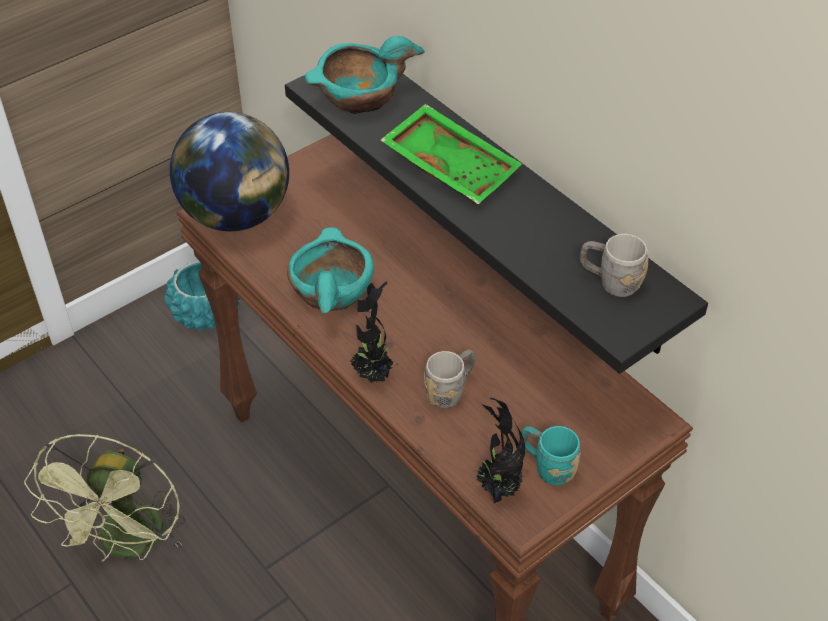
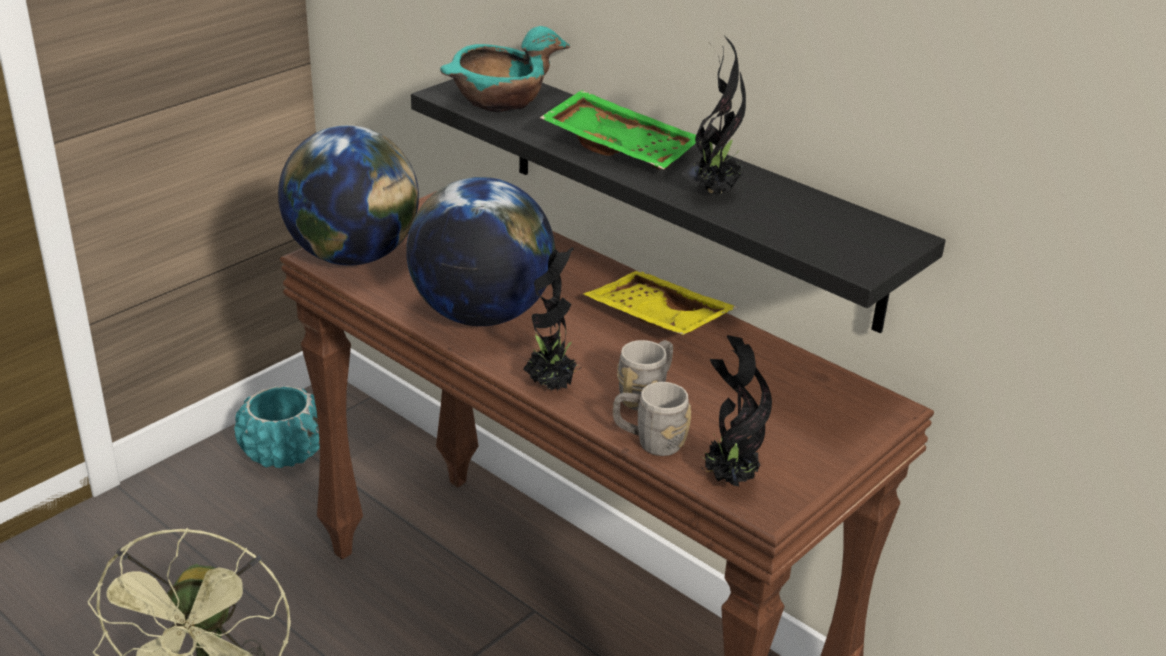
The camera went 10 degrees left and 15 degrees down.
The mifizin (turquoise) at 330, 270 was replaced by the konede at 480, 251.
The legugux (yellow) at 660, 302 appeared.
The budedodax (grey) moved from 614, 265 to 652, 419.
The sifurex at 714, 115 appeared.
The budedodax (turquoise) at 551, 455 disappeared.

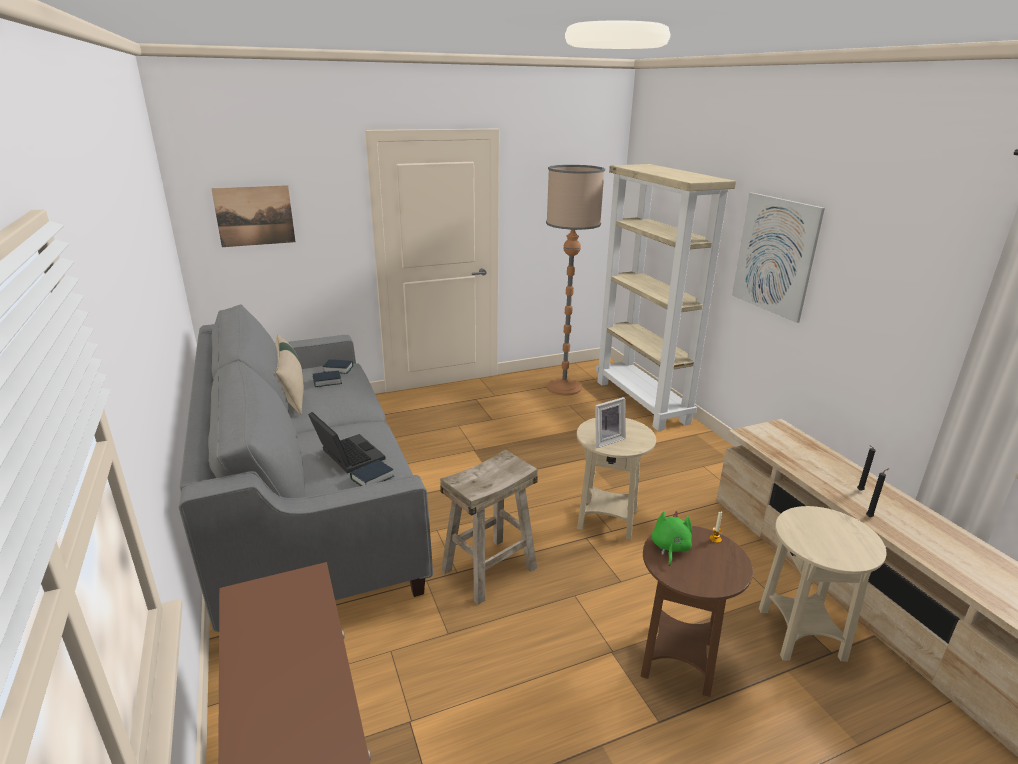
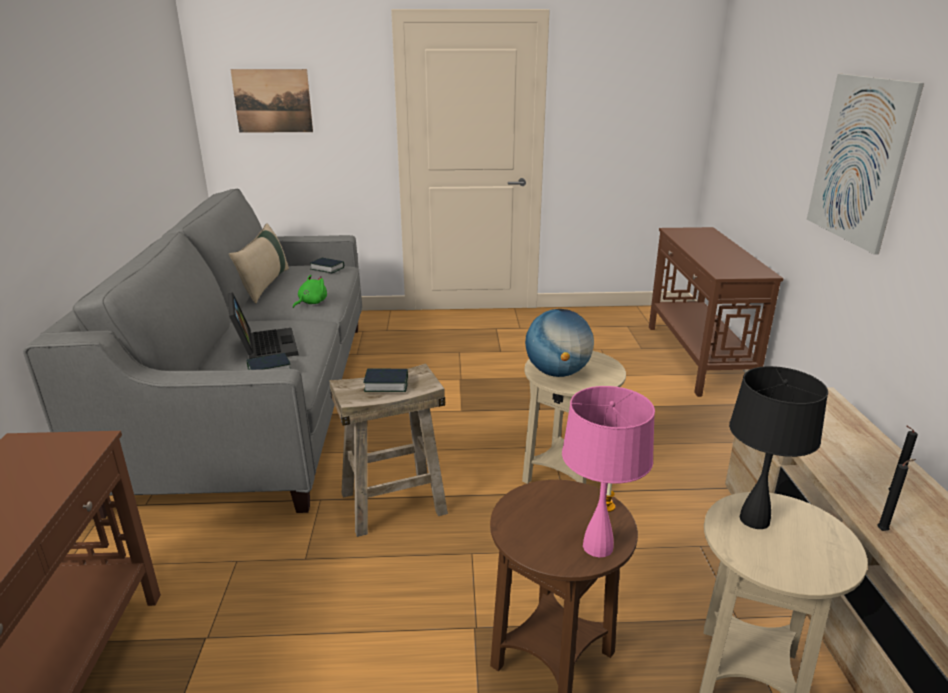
The camera went 20 degrees right and 0 degrees up.
The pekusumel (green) moved from 672, 538 to 310, 291.
The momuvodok moved from 327, 379 to 385, 380.
The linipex at 610, 422 was replaced by the konede at 559, 343.
The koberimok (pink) at 608, 472 appeared.
The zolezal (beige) at 666, 297 was replaced by the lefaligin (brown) at 716, 312.
The koberimok (black) at 778, 447 appeared.
The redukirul at 575, 280 disappeared.

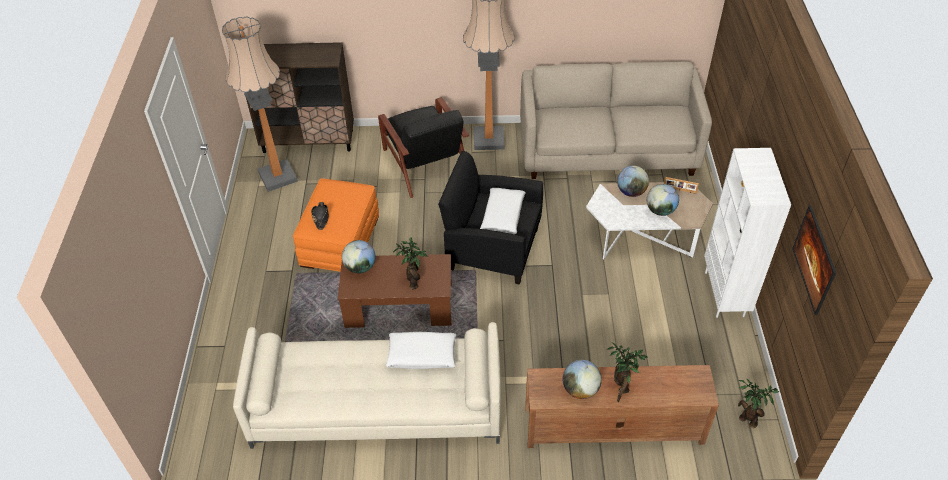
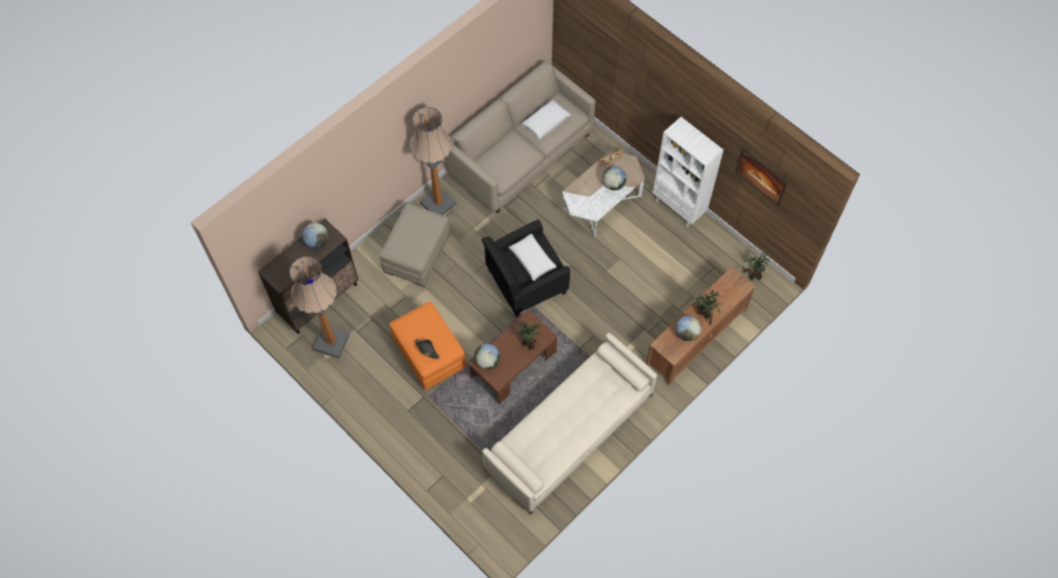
The camera went 45 degrees left and 15 degrees up.
The konede moved from 633, 181 to 315, 236.
The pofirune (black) at 423, 147 was replaced by the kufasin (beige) at 415, 245.
The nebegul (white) moved from 421, 350 to 546, 119.

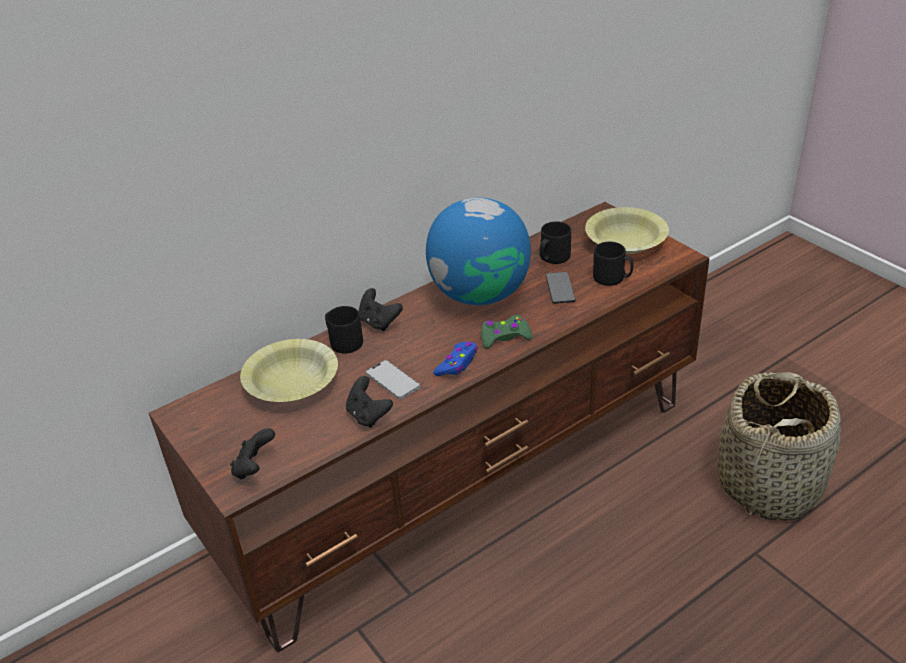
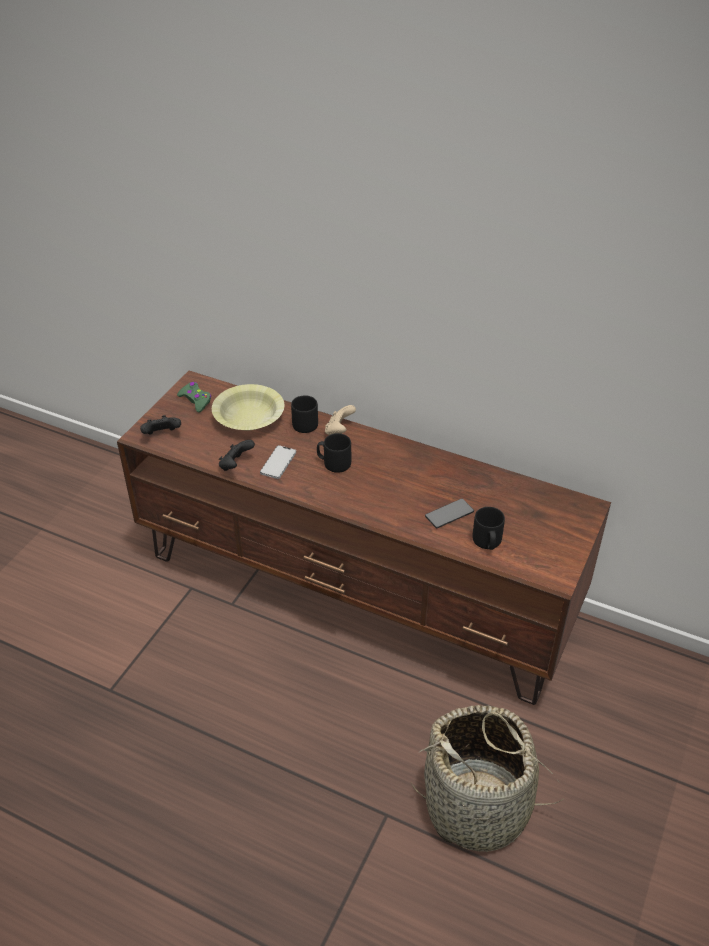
The camera went 60 degrees right and 5 degrees up.
The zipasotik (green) moved from 507, 331 to 194, 397.
The budedodax (black) moved from 555, 242 to 334, 453.
The zipasotik (black) at 380, 309 became the zipasotik (beige) at 340, 420.
The konede at 478, 251 disappeared.
The zipasotik (blue) at 455, 359 disappeared.
The mifizin (yellow) at 627, 230 disappeared.

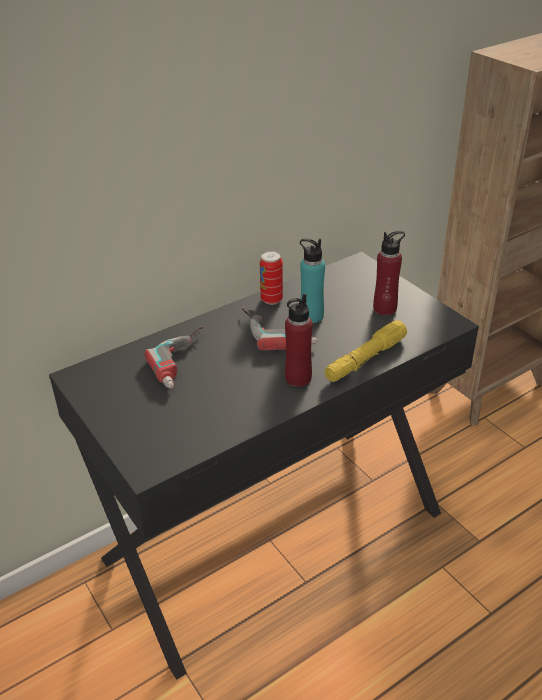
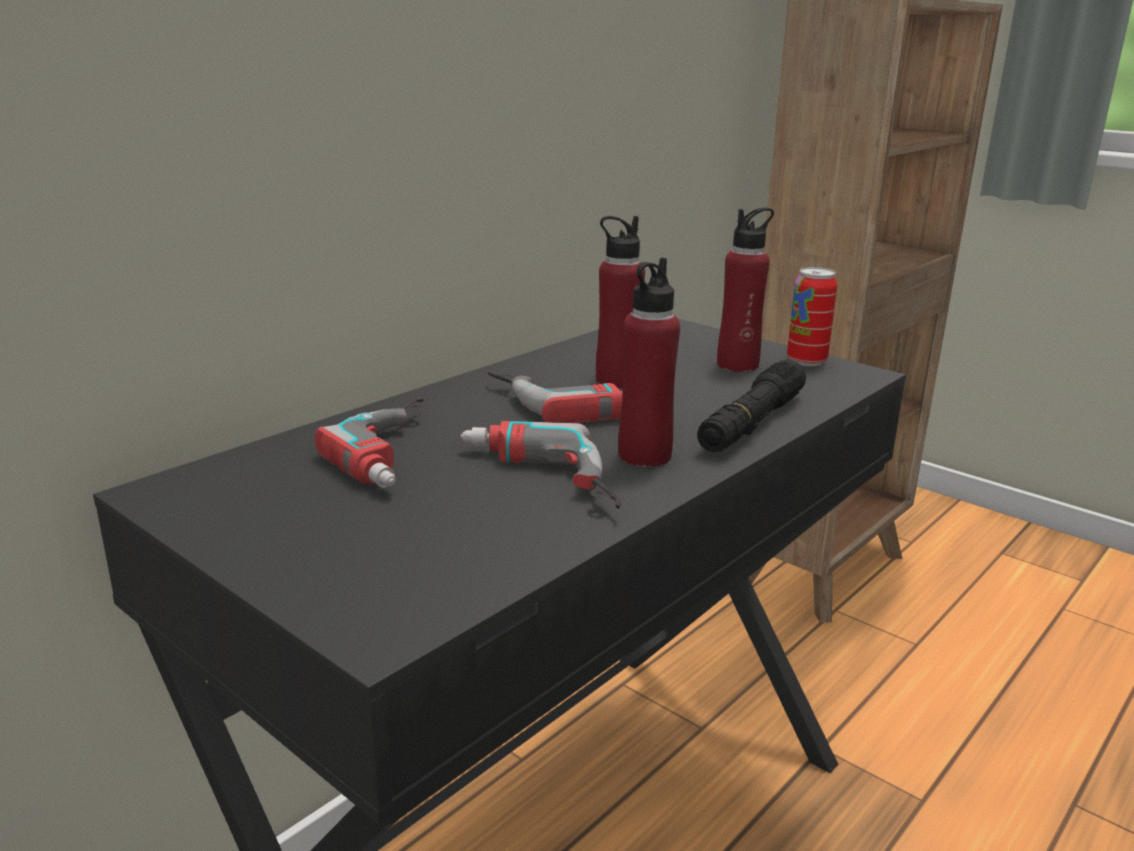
The camera went 15 degrees left and 15 degrees down.
The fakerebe at 540, 465 appeared.
The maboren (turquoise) at 312, 280 became the maboren (red) at 620, 302.
The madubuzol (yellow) at 366, 351 became the madubuzol (black) at 751, 405.
The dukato moved from 271, 278 to 812, 316.

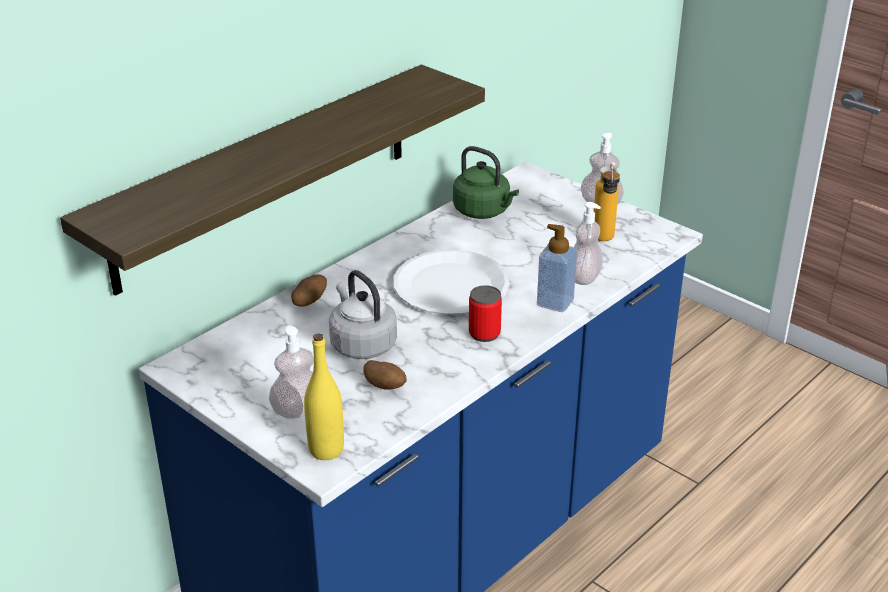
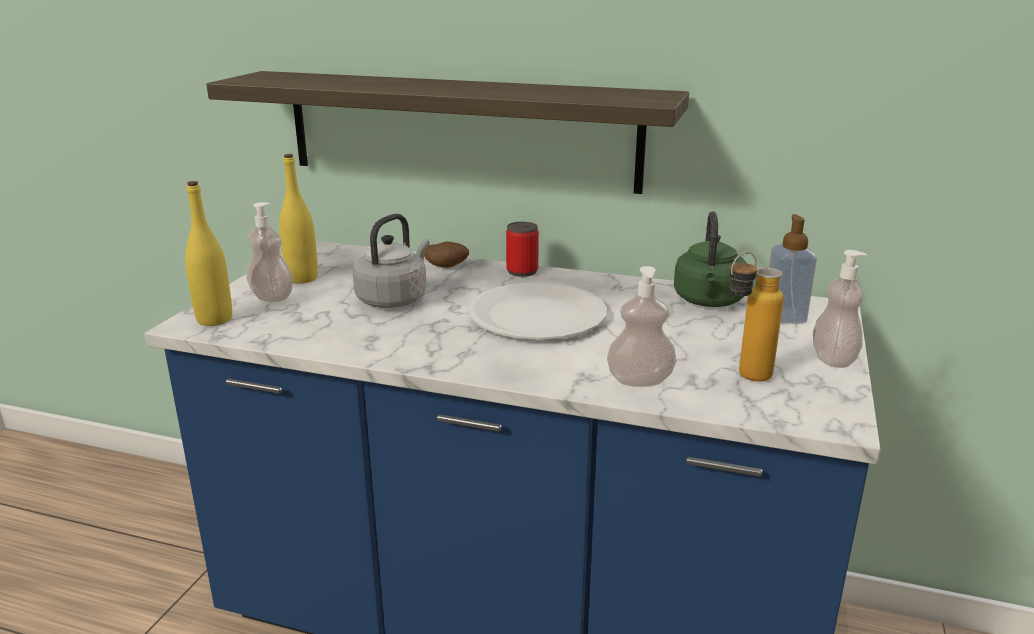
The camera went 65 degrees right and 10 degrees down.
The maboren (yellow) at 298, 219 appeared.
The dukato moved from 485, 313 to 522, 249.
The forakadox moved from 557, 268 to 793, 268.
The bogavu at 384, 375 disappeared.

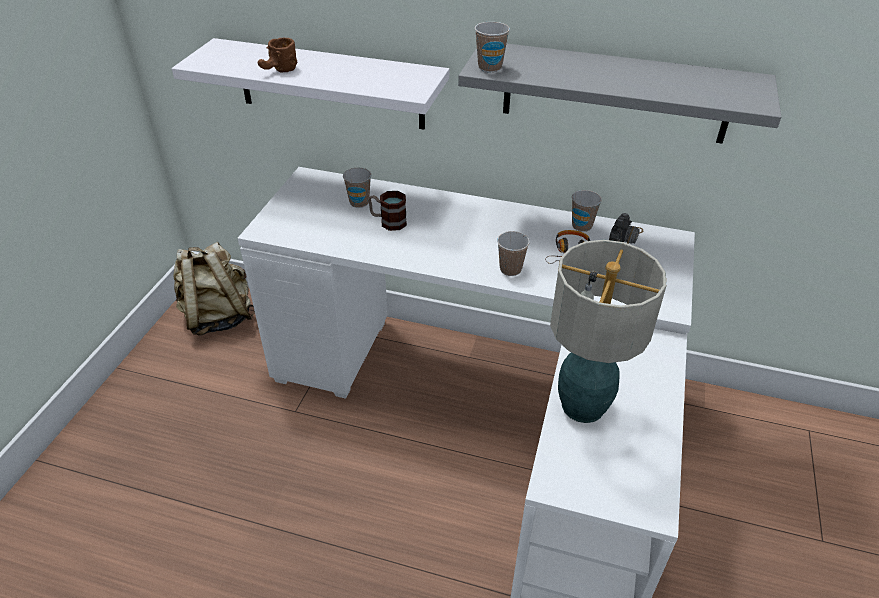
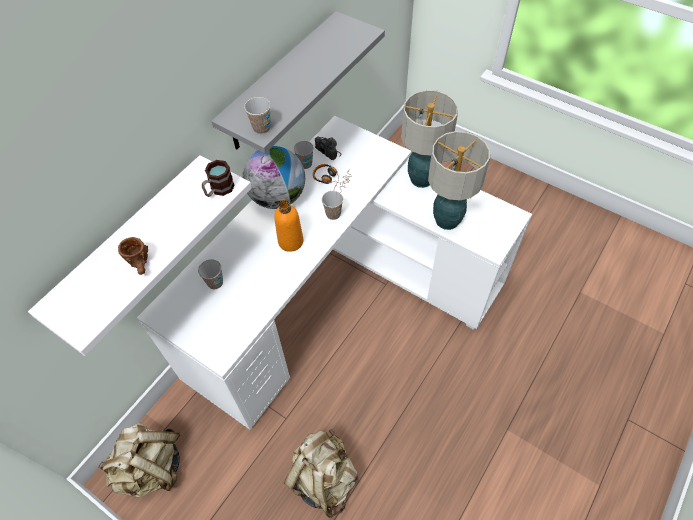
The camera went 70 degrees left and 15 degrees up.
The budedodax moved from 388, 211 to 218, 178.
The konede at 274, 177 appeared.
The maboren (orange) at 288, 226 appeared.
The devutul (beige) at 321, 473 appeared.
The koberimok at 429, 139 appeared.

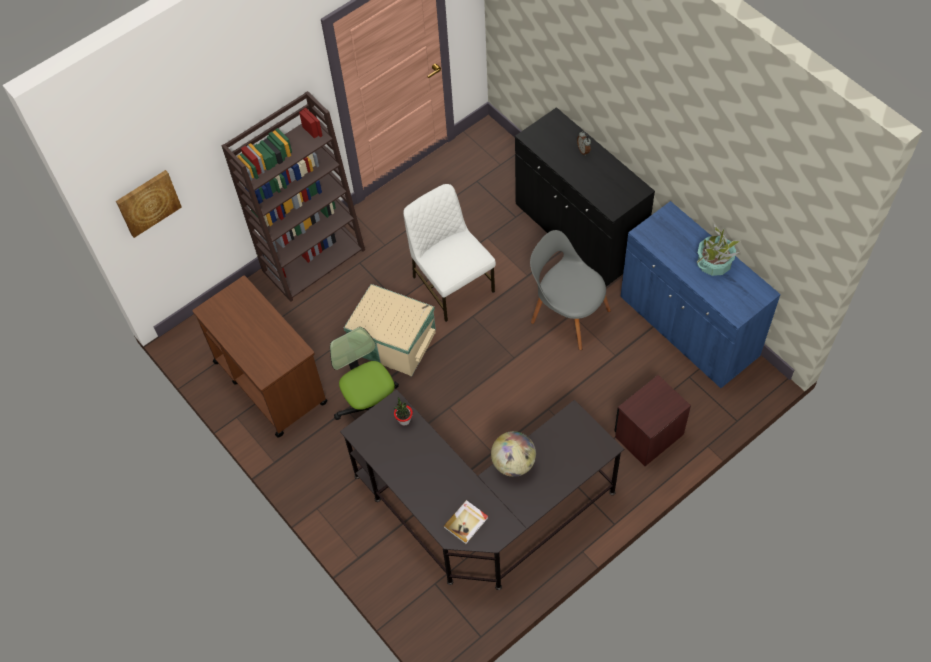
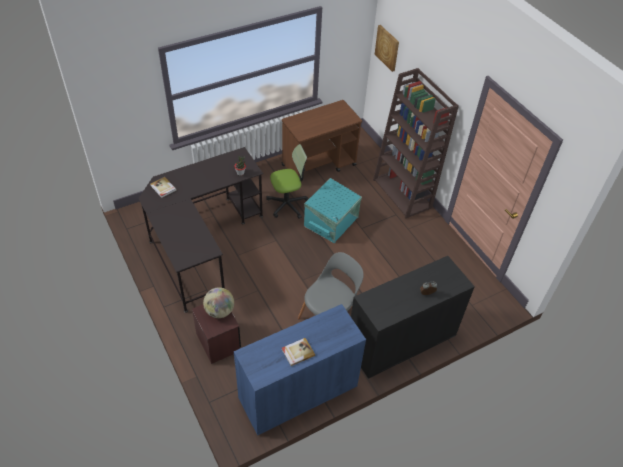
The camera went 95 degrees right and 10 degrees down.
The konede moved from 513, 454 to 218, 302.
The sifurex at 718, 250 was replaced by the momuvodok at 298, 352.
The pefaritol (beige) at 390, 330 became the pefaritol (turquoise) at 333, 210.
The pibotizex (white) at 449, 253 disappeared.

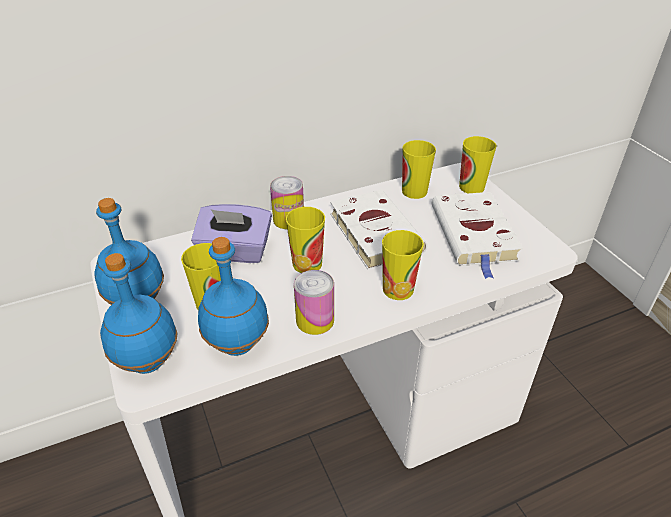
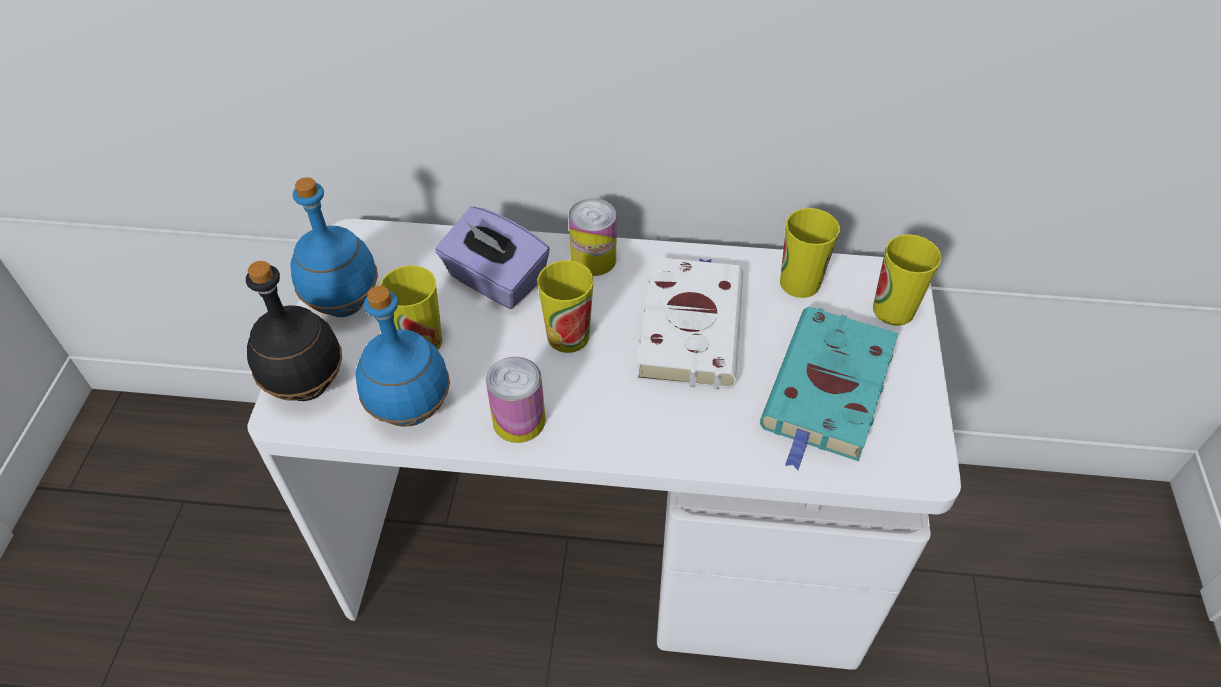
The camera went 30 degrees right and 10 degrees up.
The maboren (blue) at 138, 313 became the maboren (black) at 294, 331.
The momuvodok (white) at 477, 235 became the momuvodok (turquoise) at 829, 388.
The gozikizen at 403, 265 disappeared.

